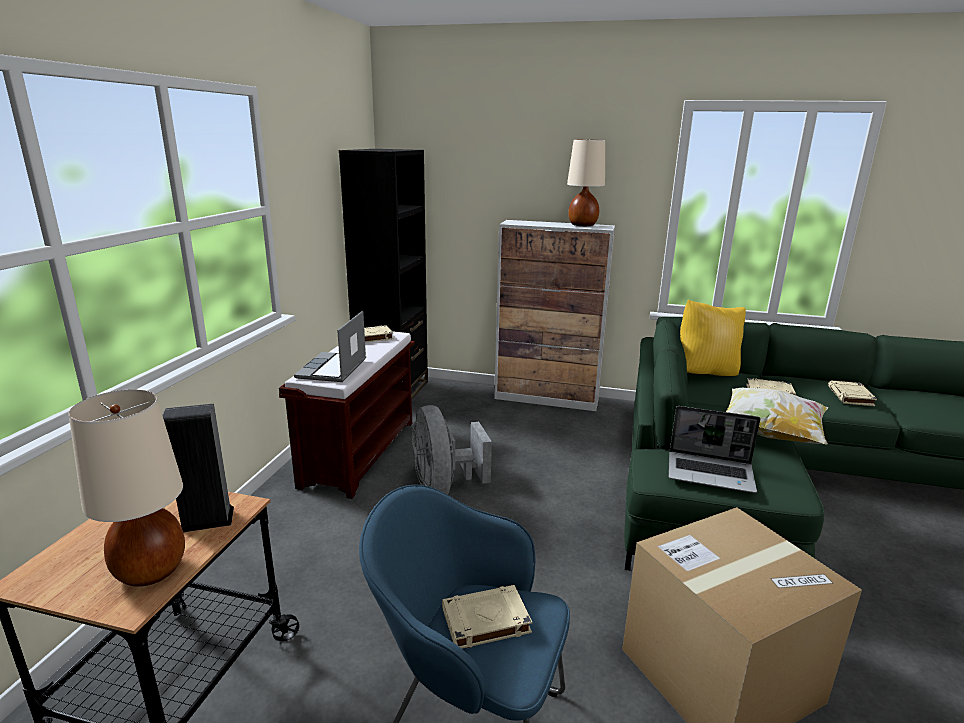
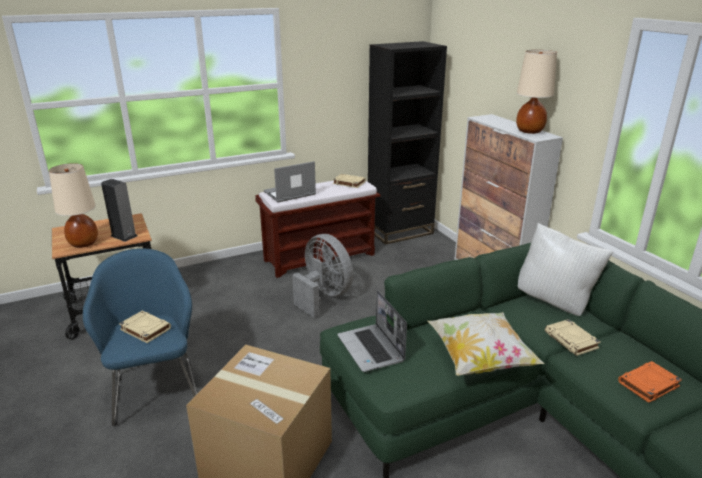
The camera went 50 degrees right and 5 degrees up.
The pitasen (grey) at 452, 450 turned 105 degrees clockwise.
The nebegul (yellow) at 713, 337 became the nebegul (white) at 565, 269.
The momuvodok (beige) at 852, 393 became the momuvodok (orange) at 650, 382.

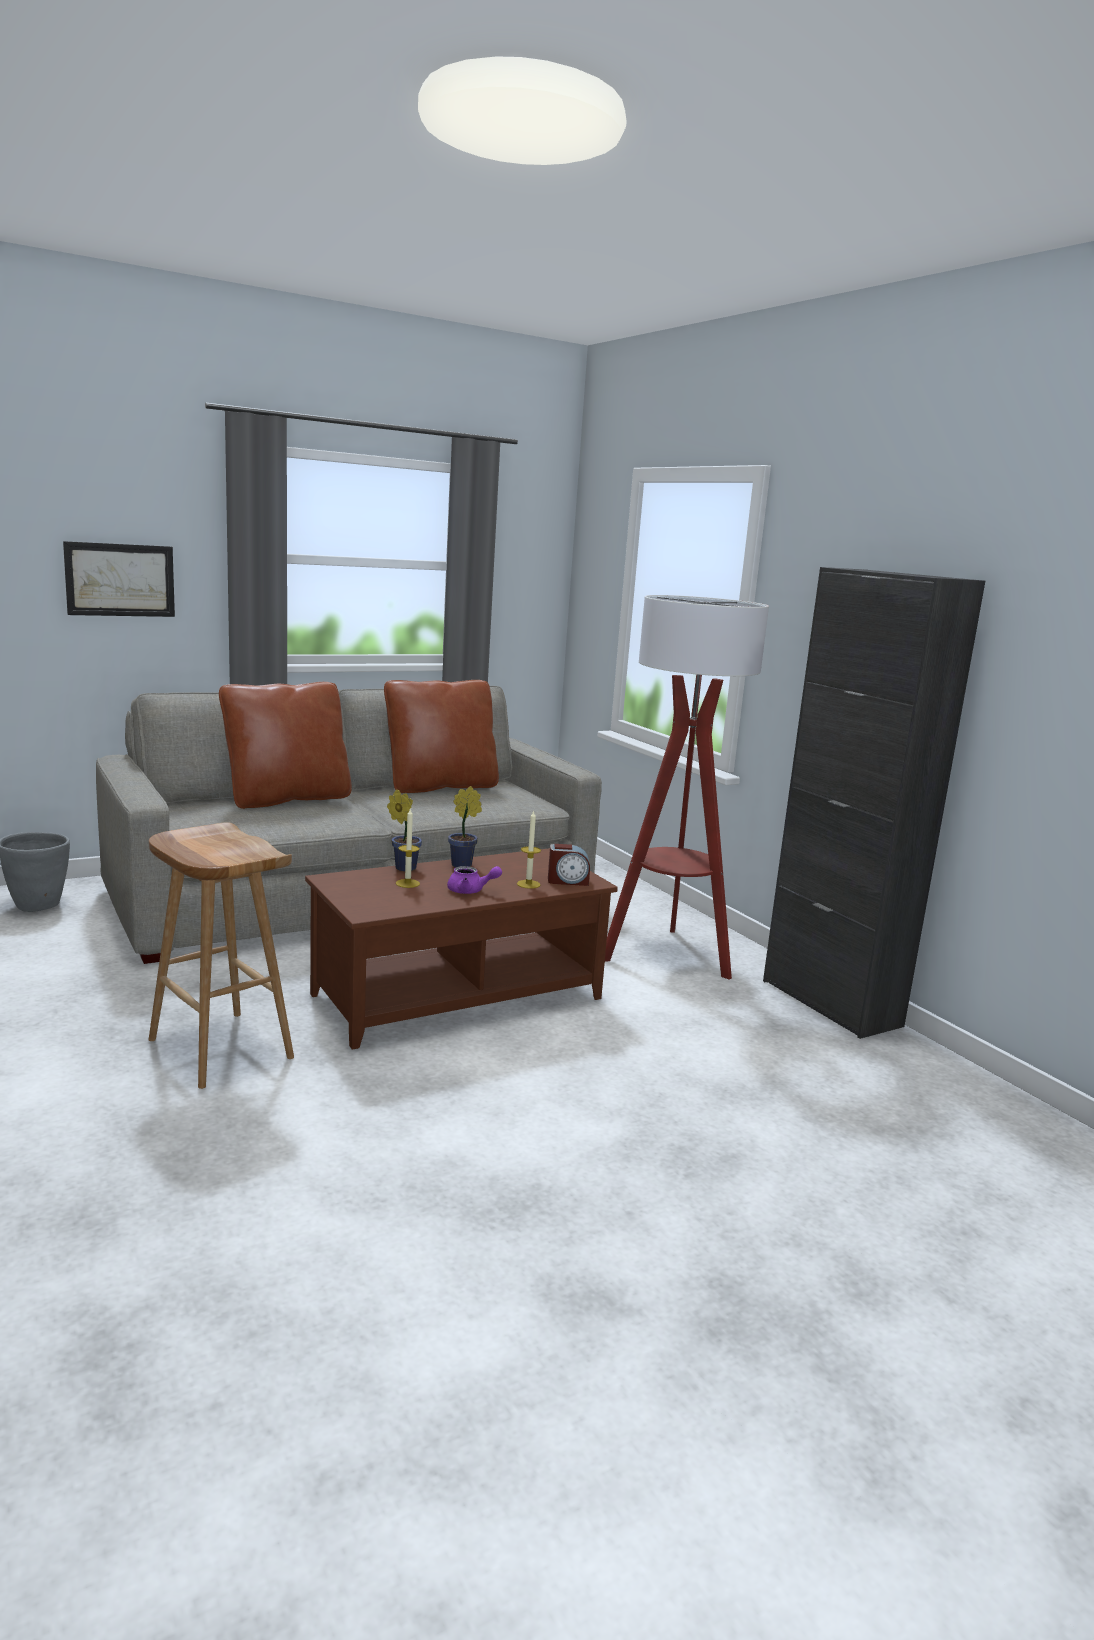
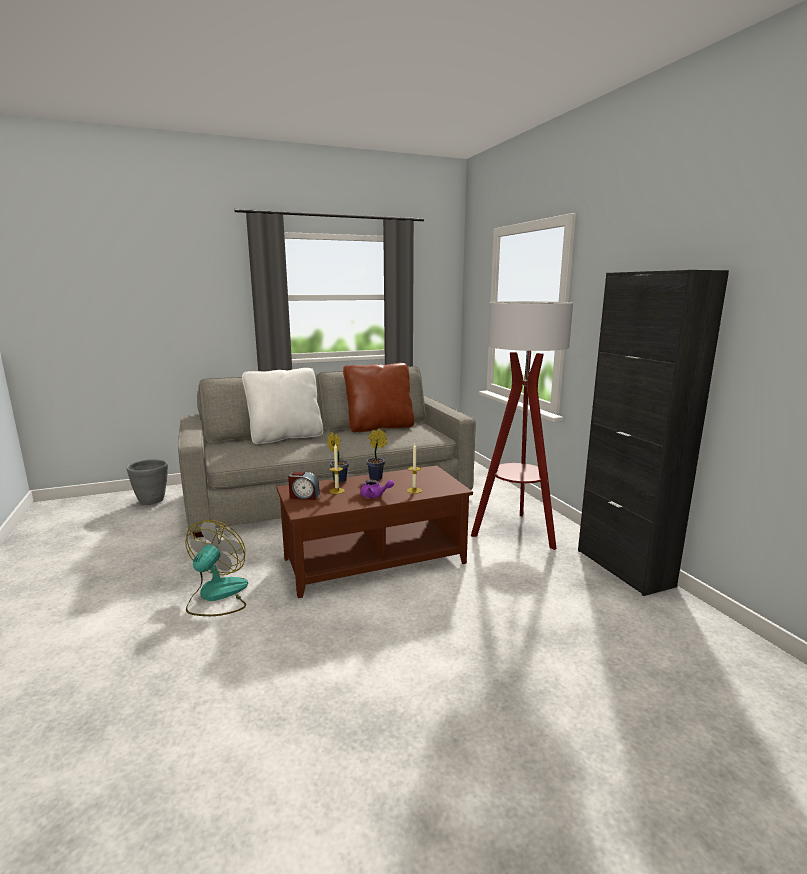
The camera went 10 degrees right and 0 degrees up.
The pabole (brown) at 221, 955 was replaced by the pitasen at 216, 568.
The nebegul (brown) at 285, 745 became the nebegul (white) at 282, 406.
The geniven moved from 569, 865 to 303, 486.
The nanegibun at 119, 579 disappeared.

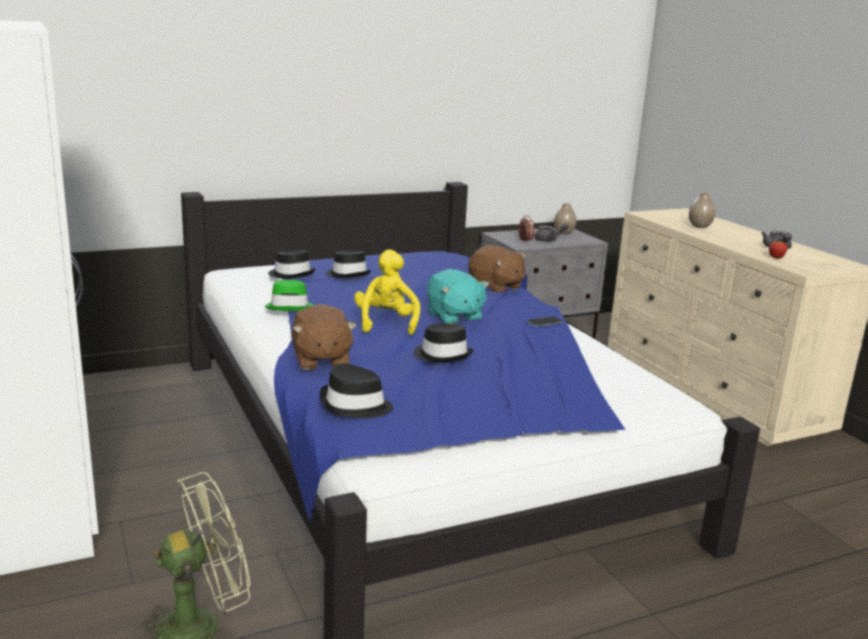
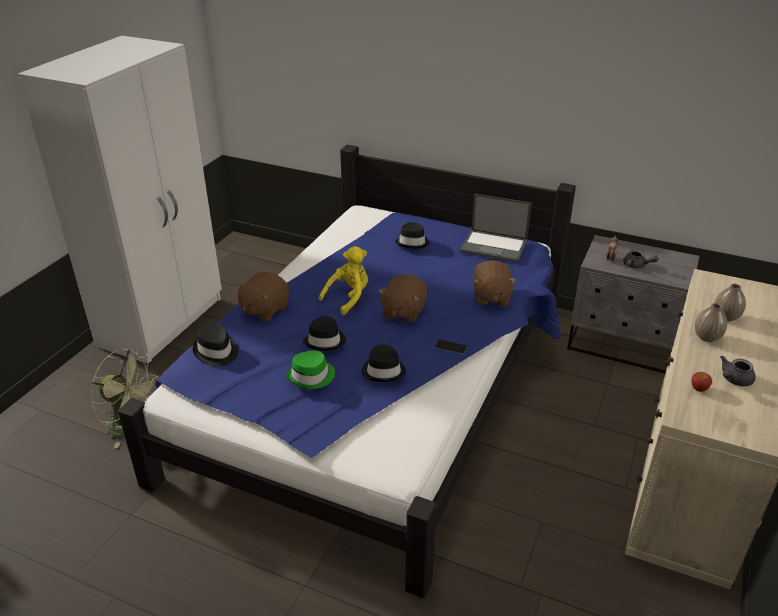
The camera went 50 degrees right and 15 degrees up.
The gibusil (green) moved from 288, 295 to 310, 370.
The gibusil (black) moved from 292, 264 to 383, 363.
The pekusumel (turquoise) at 458, 296 became the pekusumel (brown) at 402, 298.
The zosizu at 496, 228 appeared.
The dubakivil moved from 565, 218 to 711, 322.

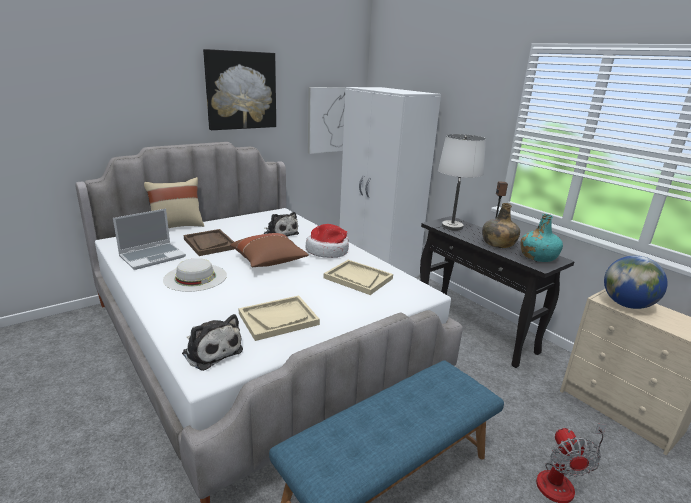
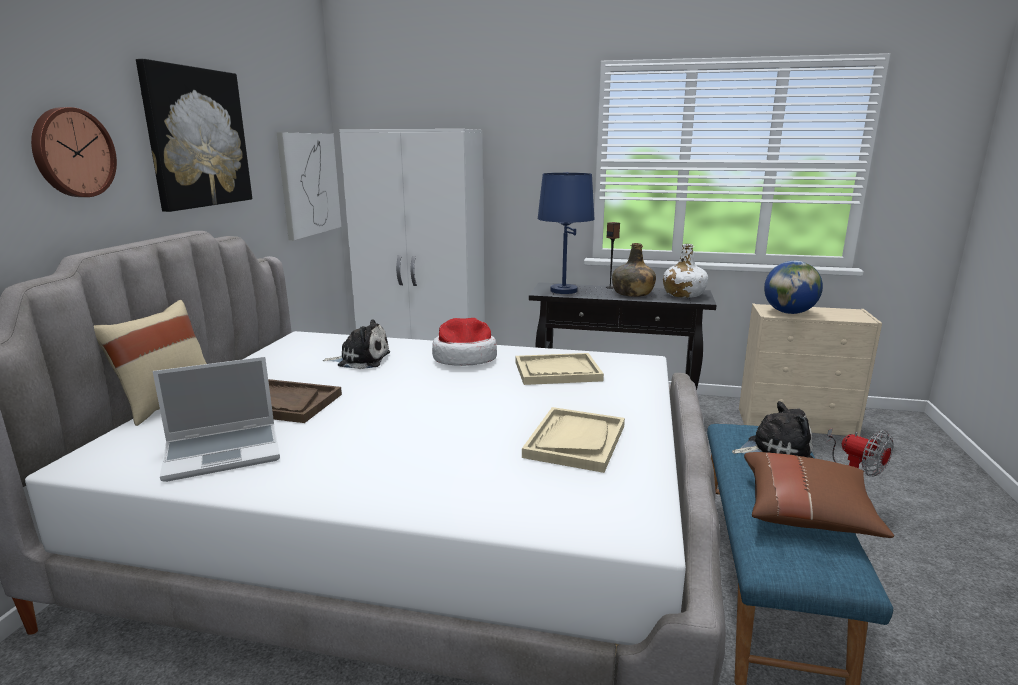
The camera went 40 degrees left and 5 degrees down.
The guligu at 74, 152 appeared.
The zosizu at 149, 239 turned 60 degrees clockwise.
The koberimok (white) at 462, 182 became the koberimok (blue) at 566, 233.
The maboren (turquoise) at 542, 238 became the maboren (white) at 685, 270.
The pekusumel moved from 212, 342 to 772, 429.
The nebegul (brown) moved from 269, 250 to 819, 495.
The gibusil (white) at 195, 275 disappeared.

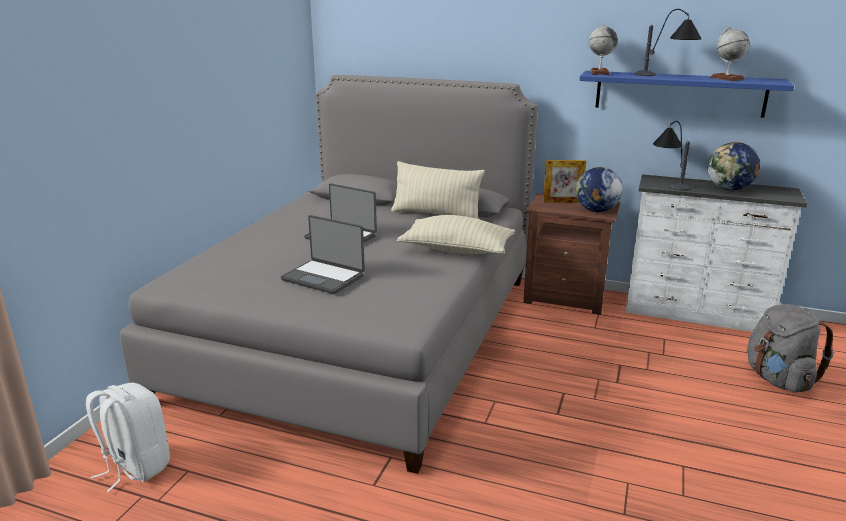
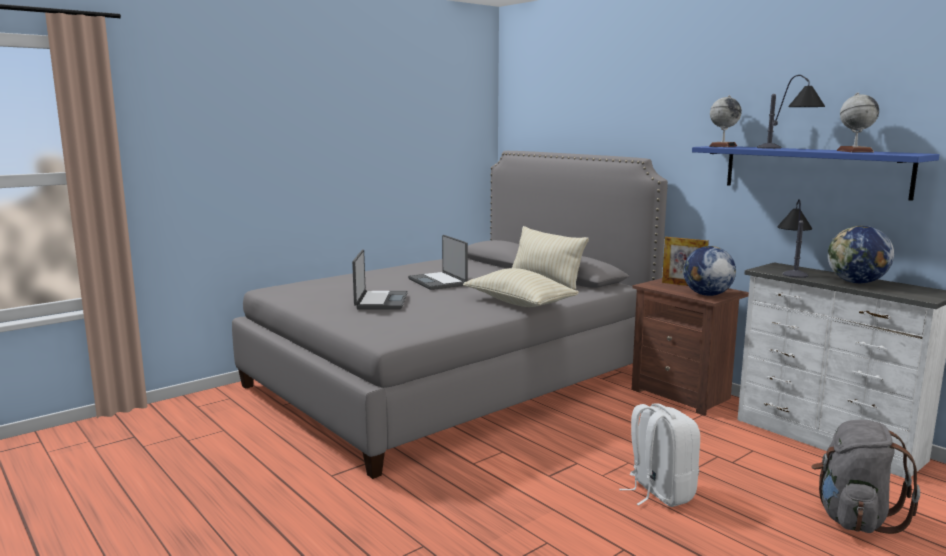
The camera went 30 degrees right and 10 degrees down.
The zosizu at 323, 254 turned 150 degrees counterclockwise.
The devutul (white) moved from 128, 437 to 659, 455.

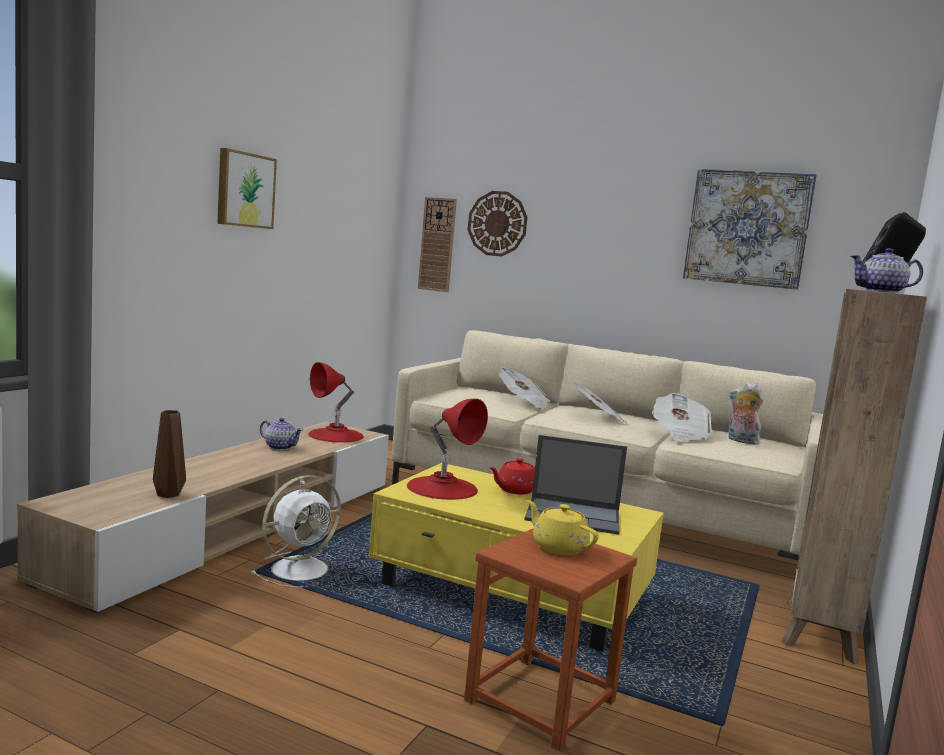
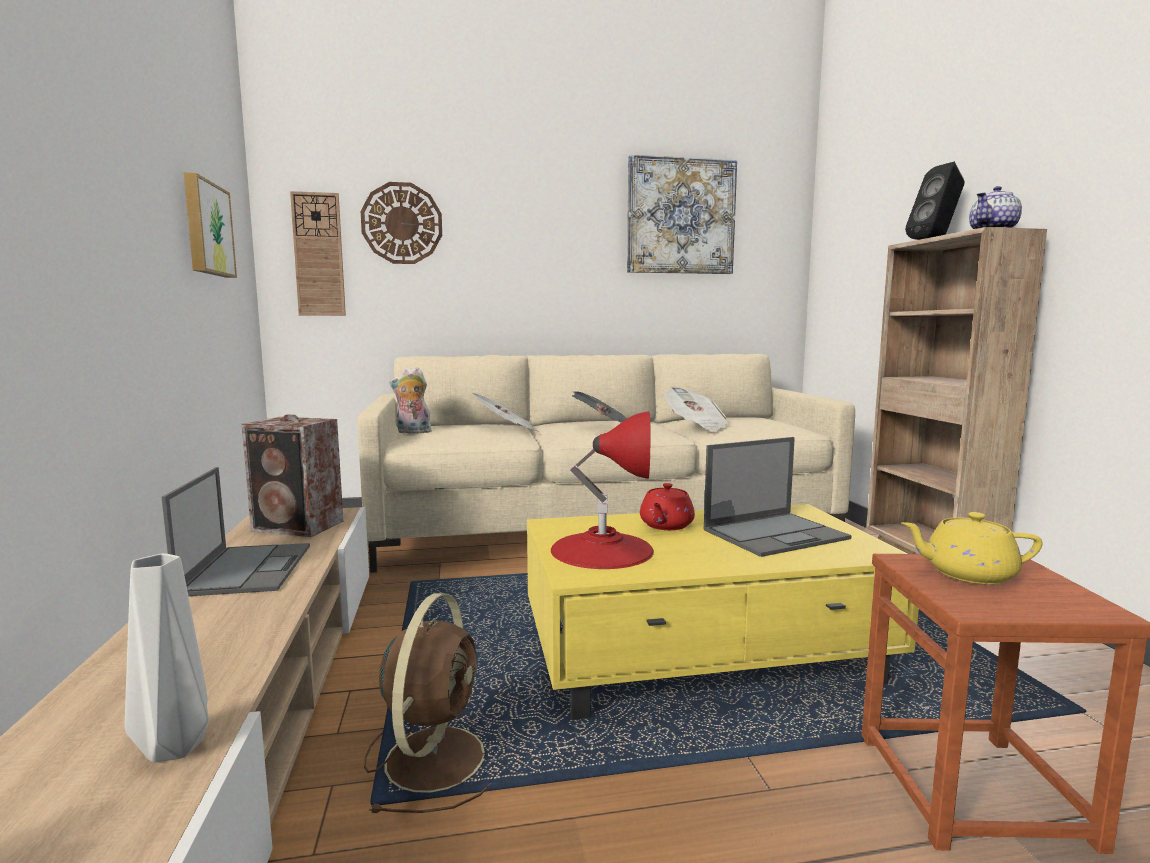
The camera went 35 degrees left and 0 degrees up.
The dubakivil (brown) at 169, 454 became the dubakivil (grey) at 167, 657.
The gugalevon at 281, 434 was replaced by the zosizu at 236, 531.
The nanegibun moved from 247, 188 to 210, 225.
The koberimok (red) at 336, 402 was replaced by the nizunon at 292, 475.
The pitasen (white) at 296, 531 became the pitasen (brown) at 427, 703.
The pekusumel moved from 745, 413 to 410, 400.

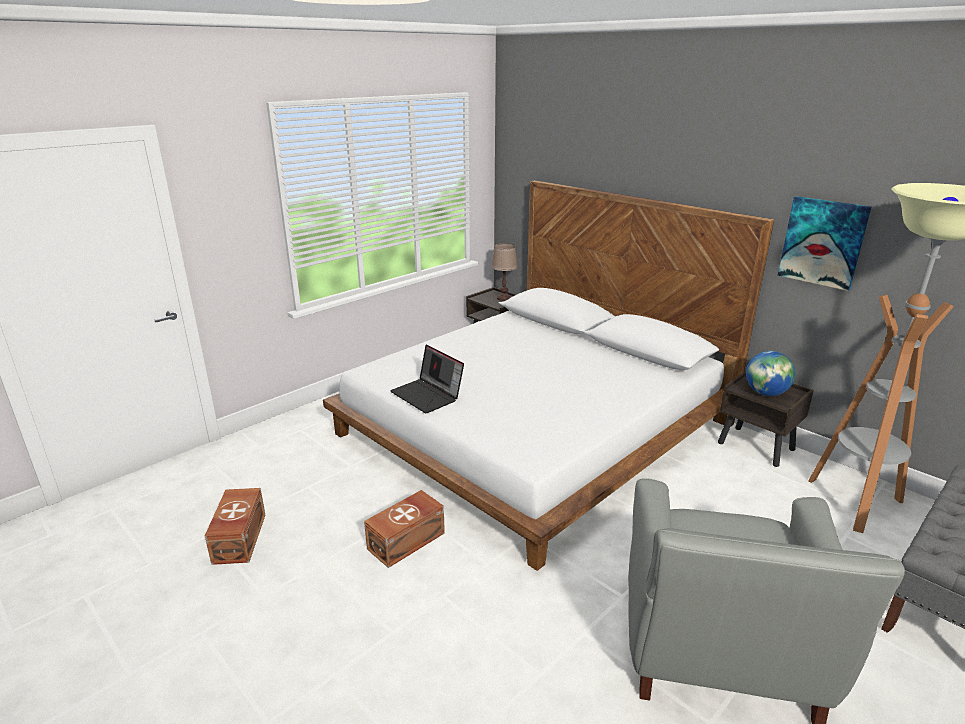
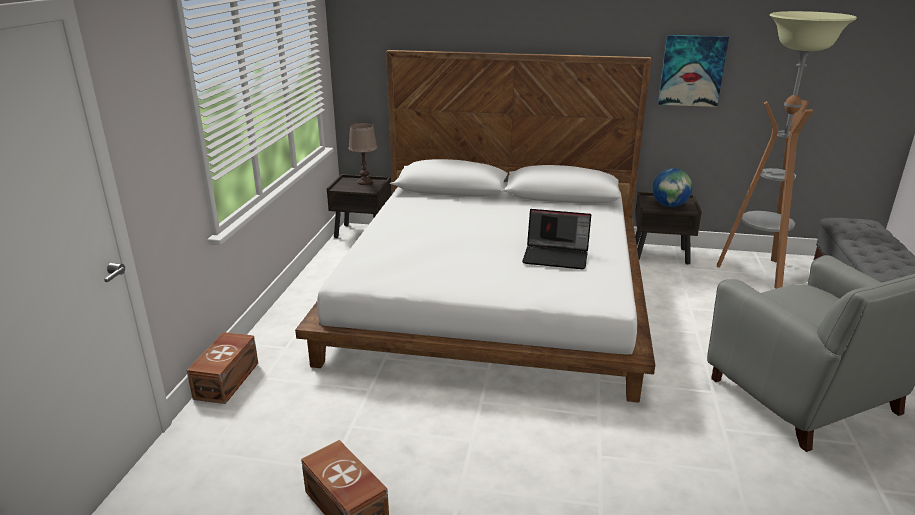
The camera went 35 degrees left and 0 degrees up.
The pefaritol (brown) moved from 404, 529 to 222, 368.
The zosizu moved from 427, 379 to 556, 239.

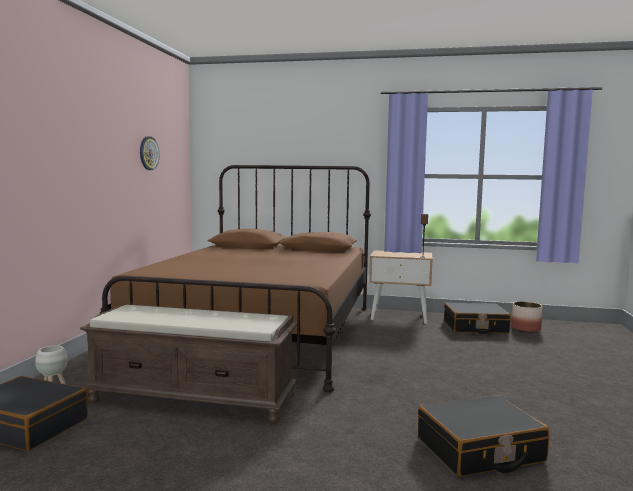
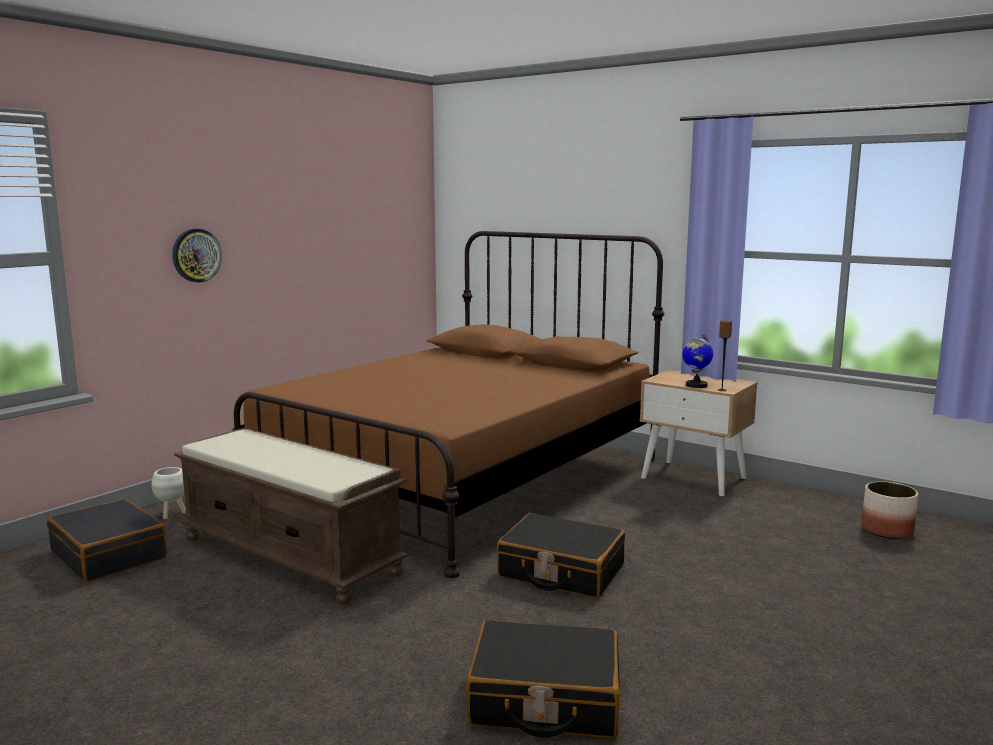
The camera went 25 degrees right and 5 degrees up.
The guligu moved from 149, 153 to 197, 256.
The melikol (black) moved from 477, 318 to 561, 556.
The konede at 697, 361 appeared.

